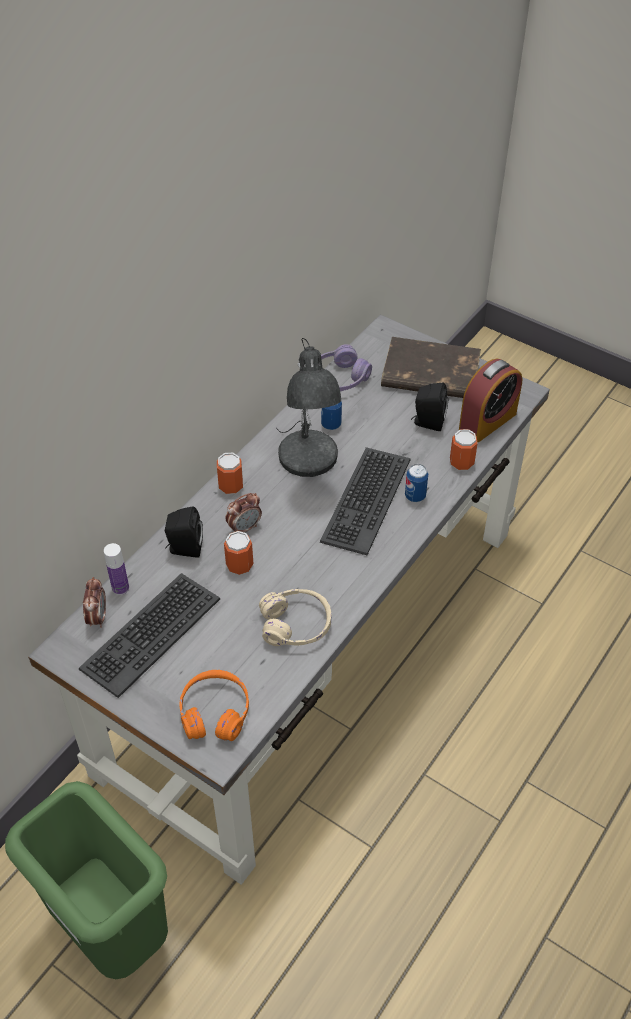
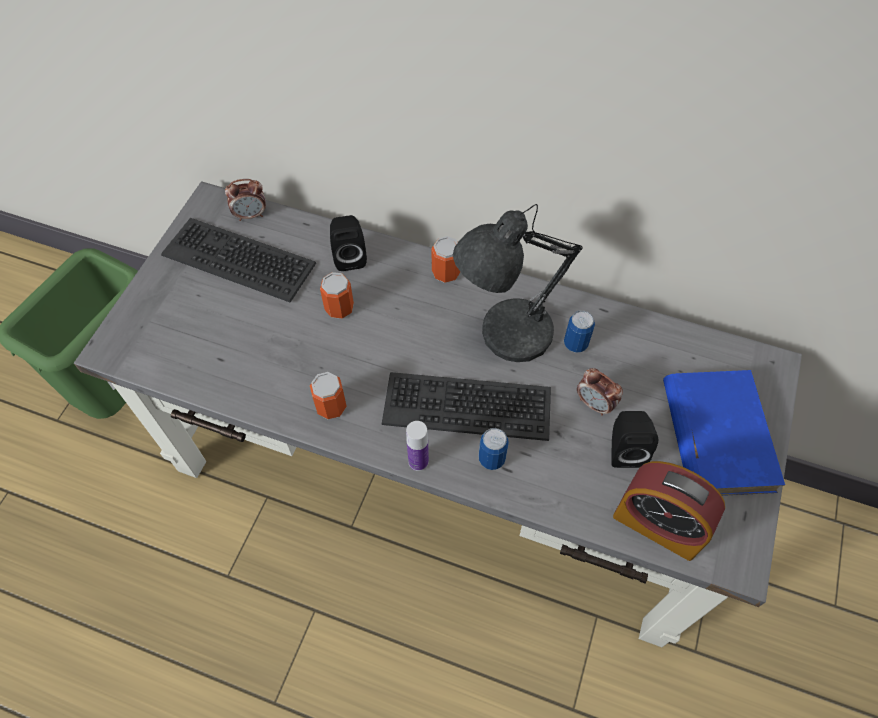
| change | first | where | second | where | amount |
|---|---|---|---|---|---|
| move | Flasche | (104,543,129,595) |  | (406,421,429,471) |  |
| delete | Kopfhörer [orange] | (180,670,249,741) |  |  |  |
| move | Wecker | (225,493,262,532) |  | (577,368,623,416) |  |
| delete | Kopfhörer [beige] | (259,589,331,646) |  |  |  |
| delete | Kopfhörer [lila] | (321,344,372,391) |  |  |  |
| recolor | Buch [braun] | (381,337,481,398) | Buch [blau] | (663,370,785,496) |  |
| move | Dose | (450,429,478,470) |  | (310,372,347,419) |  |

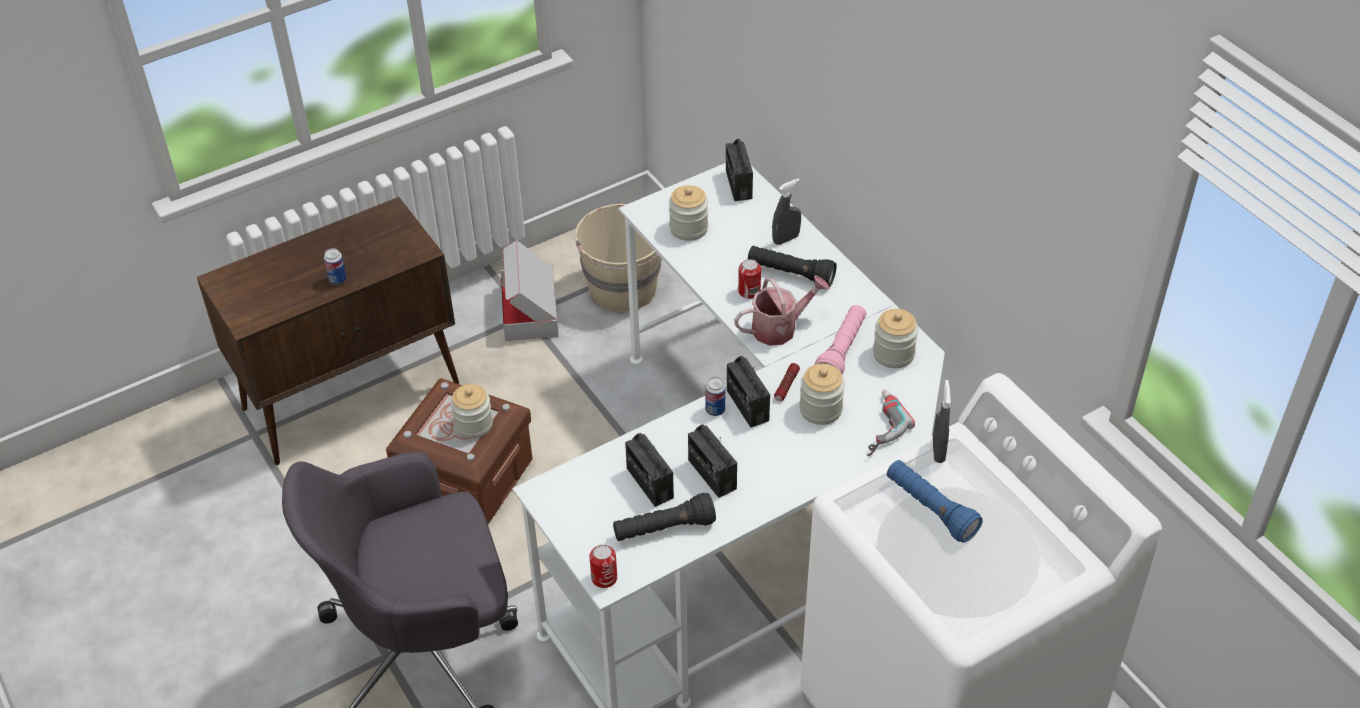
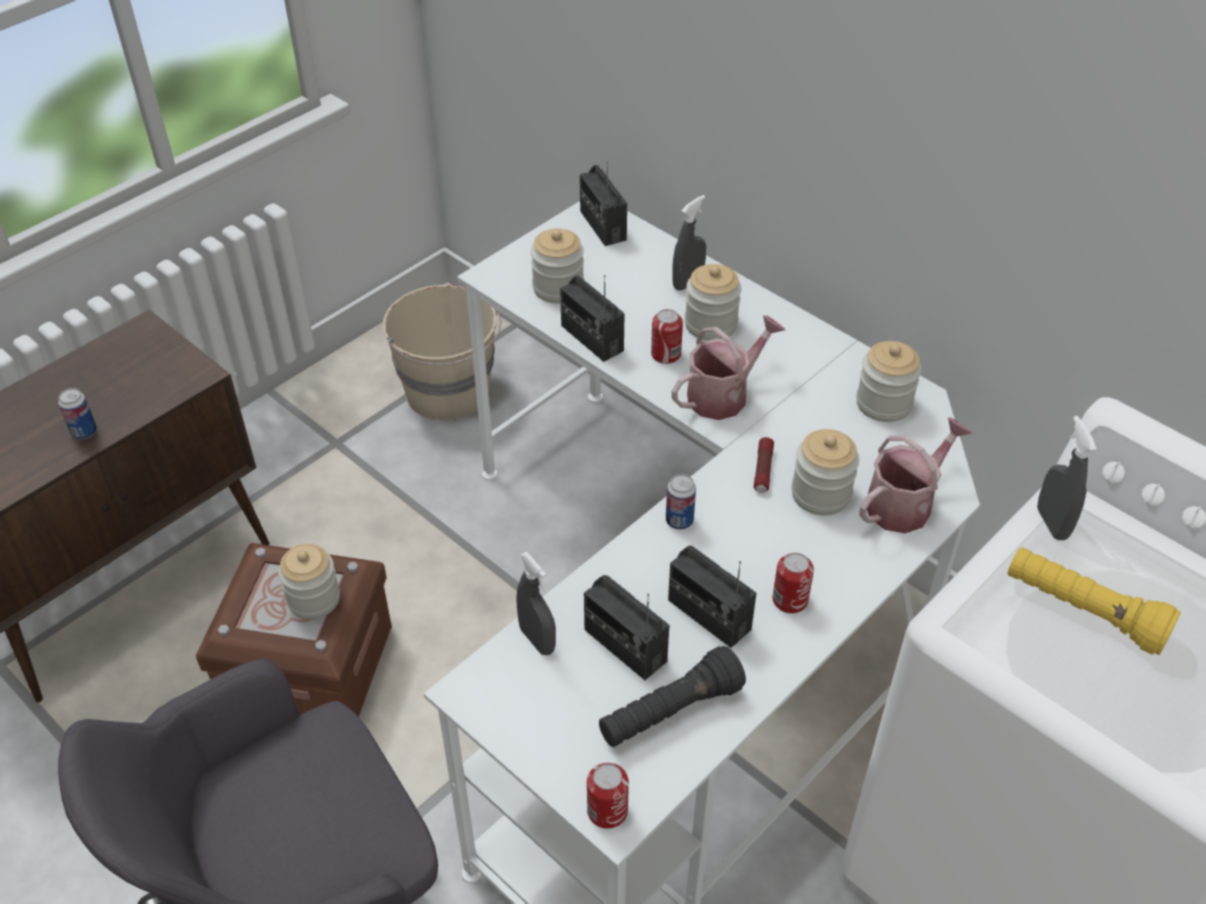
| change | first | where | second | where | amount |
|---|---|---|---|---|---|
| delete | Karton | (501,240,559,341) |  |  |  |
| move | Radio | (727,356,770,428) |  | (560,275,624,362) |  |
| replace | Taschenlampe [schwarz] | (748,246,837,287) | Vorratsglas | (685,264,741,340) |  |
| delete | Taschenlampe [rosa] | (814,305,866,374) |  |  |  |
| replace | Bohrmaschine | (867,390,915,456) | Gießkanne | (859,417,972,533) |  |
| recolor | Taschenlampe [blau] | (887,460,983,543) | Taschenlampe [gelb] | (1008,547,1181,655) |  |
| insert |  |  | Sprühflasche [grau] | (516,552,556,655) |  |
| insert |  |  | Dose | (772,553,814,614) |  |

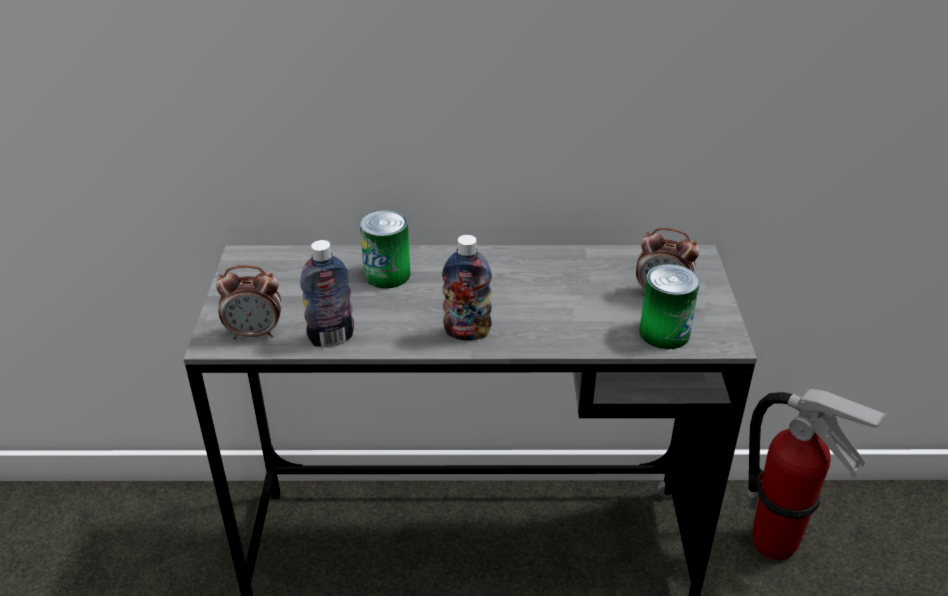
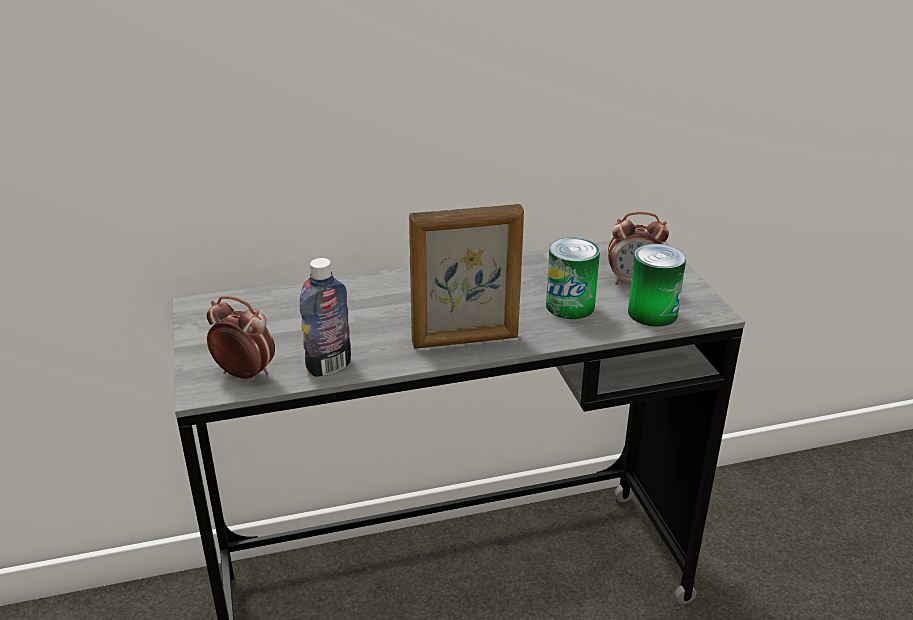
| change | first | where | second | where | amount |
|---|---|---|---|---|---|
| rotate | Wecker | (216,265,281,339) |  | (207,296,275,383) | 135 degrees counterclockwise |
| move | Dose | (360,210,410,289) |  | (546,237,600,319) |  |
| replace | Flasche | (442,235,492,341) | Bilderrahmen | (409,204,524,348) |  |
| delete | Feuerlöscher | (748,389,887,560) |  |  |  |

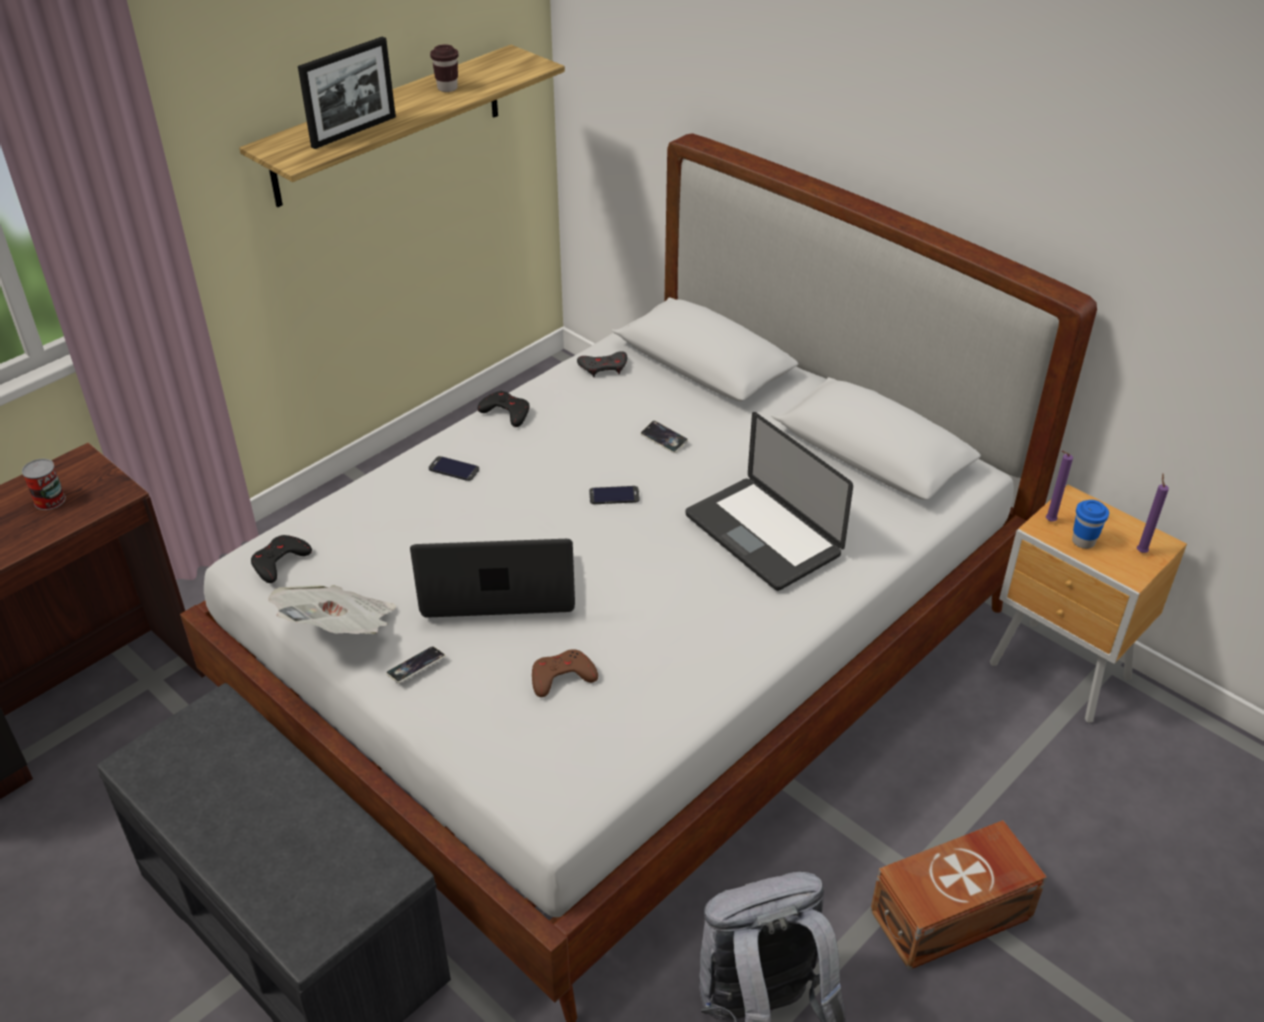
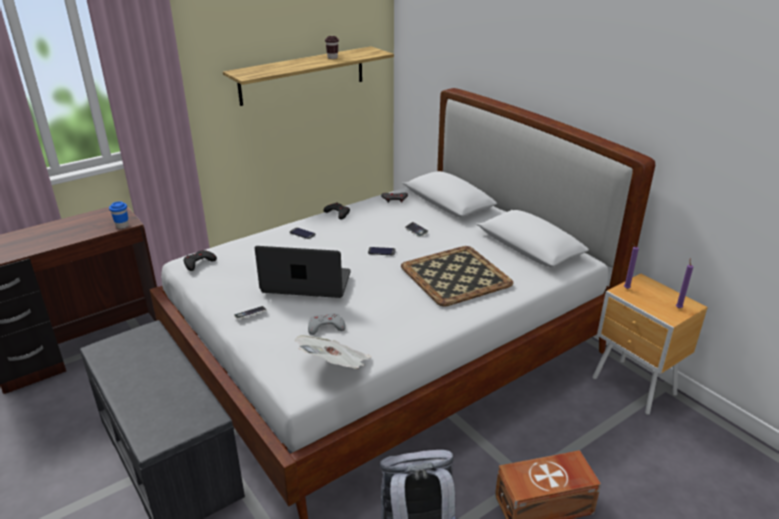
| change | first | where | second | where | amount |
|---|---|---|---|---|---|
| delete | Dose | (22,459,66,510) |  |  |  |
| move | Zeitung | (268,585,396,634) |  | (295,335,371,369) |  |
| delete | Bilderrahmen | (298,36,396,149) |  |  |  |
| recolor | Gamepad [braun] | (532,649,598,697) | Gamepad [grau] | (308,313,346,335) |  |
| replace | Laptop | (685,412,853,591) | Tablett | (401,246,513,307) |  |
| move | Tasse [blau] | (1072,500,1109,549) |  | (109,201,129,229) |  |

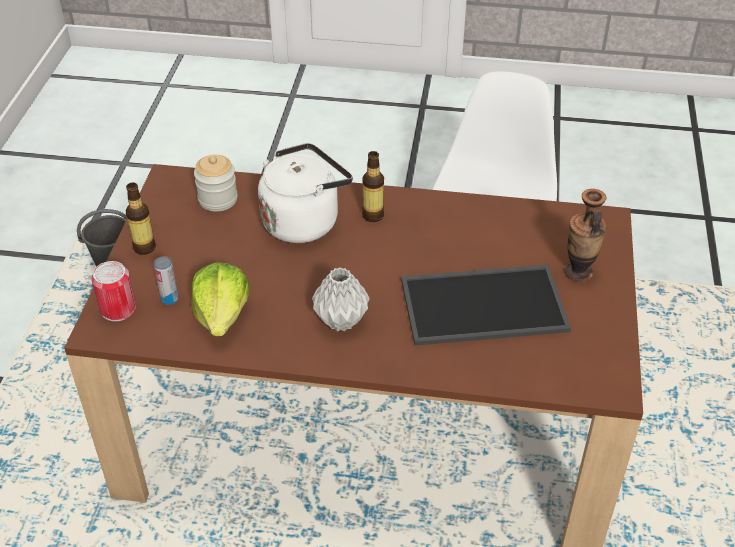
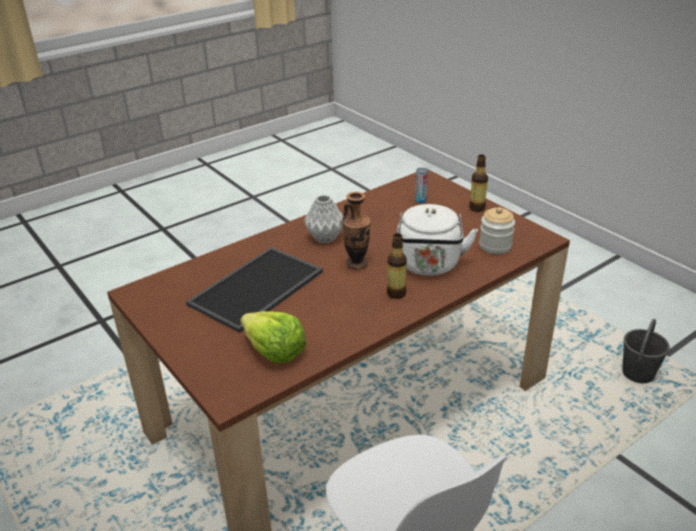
| change | first | where | second | where | amount |
|---|---|---|---|---|---|
| delete | Dose | (91,261,136,321) |  |  |  |
| move | Salatkopf | (191,262,249,336) |  | (241,311,307,364) |  |
| move | Vase | (565,189,607,282) |  | (342,192,371,270) |  |

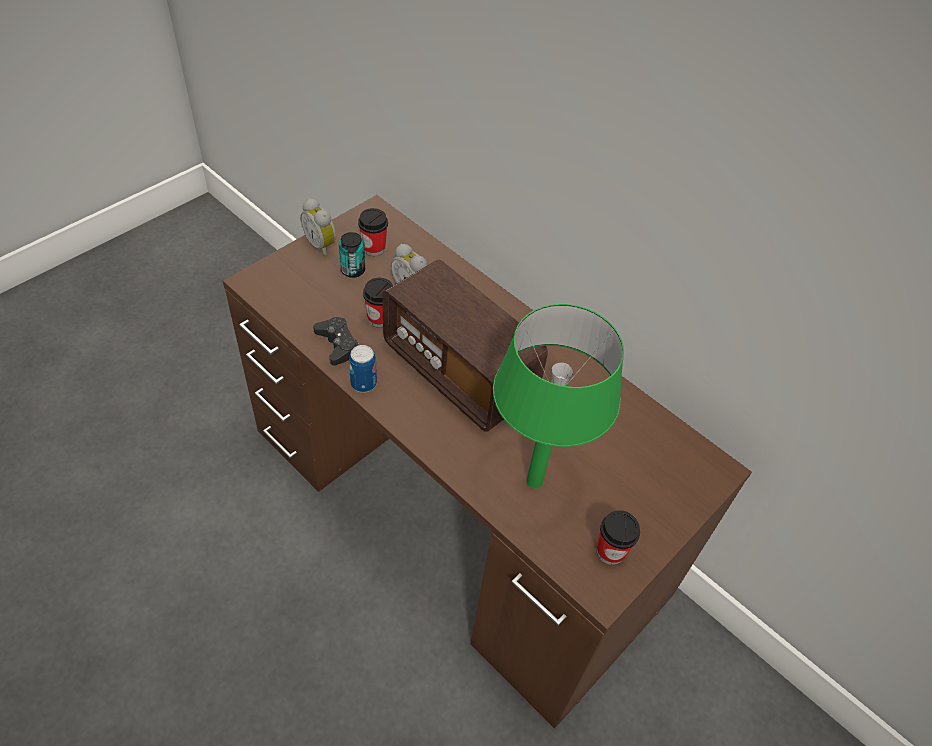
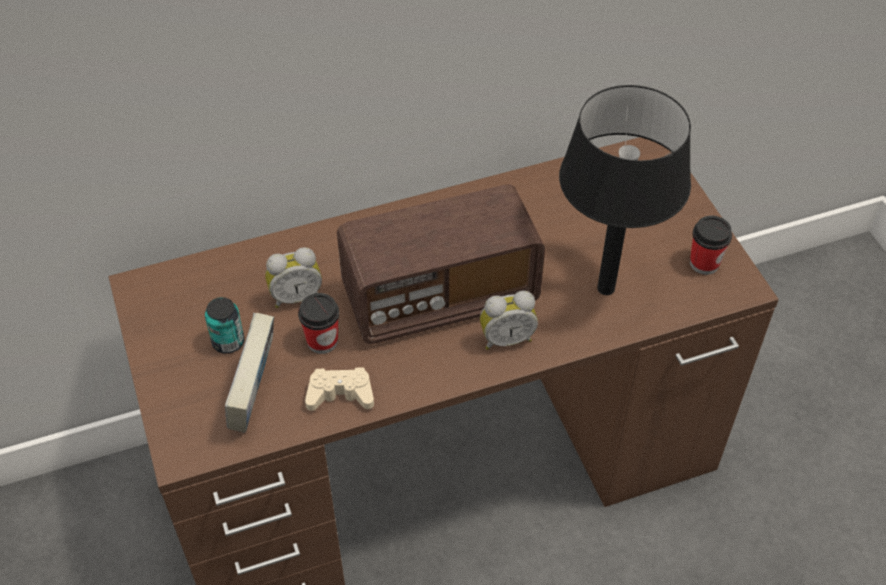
| change | first | where | second | where | amount |
|---|---|---|---|---|---|
| move | Wecker | (300,198,336,257) |  | (480,291,538,350) |  |
| recolor | Gamepad [schwarz] | (313,317,359,366) | Gamepad [beige] | (305,367,374,411) |  |
| delete | Dose | (349,345,377,393) |  |  |  |
| delete | Tasse | (358,208,388,256) |  |  |  |
| recolor | Tischlampe [grün] | (493,304,624,489) | Tischlampe [schwarz] | (559,85,691,295) |  |
| insert |  |  | Buch | (225,313,274,433) |  |

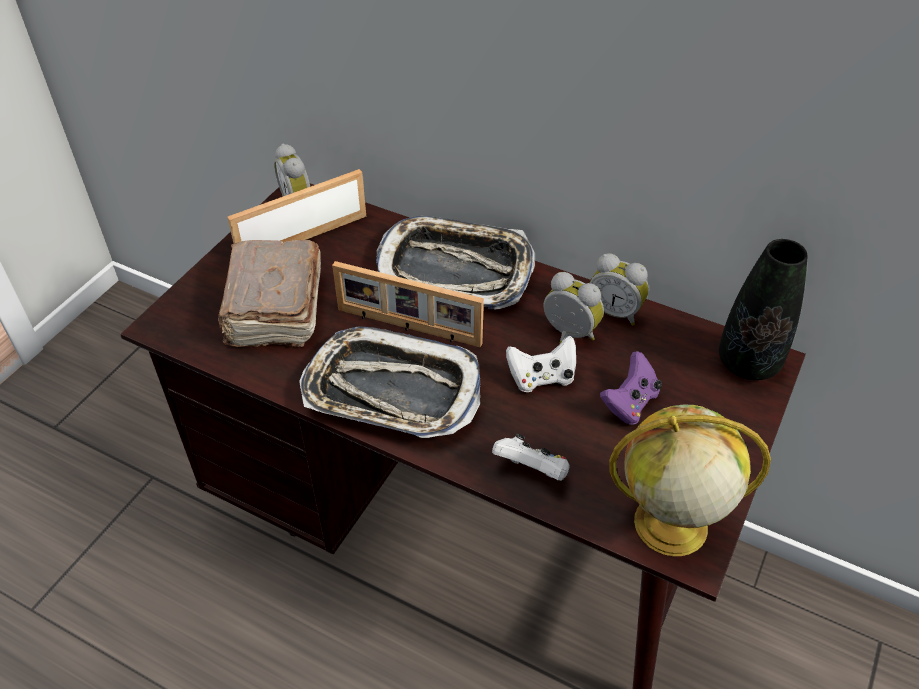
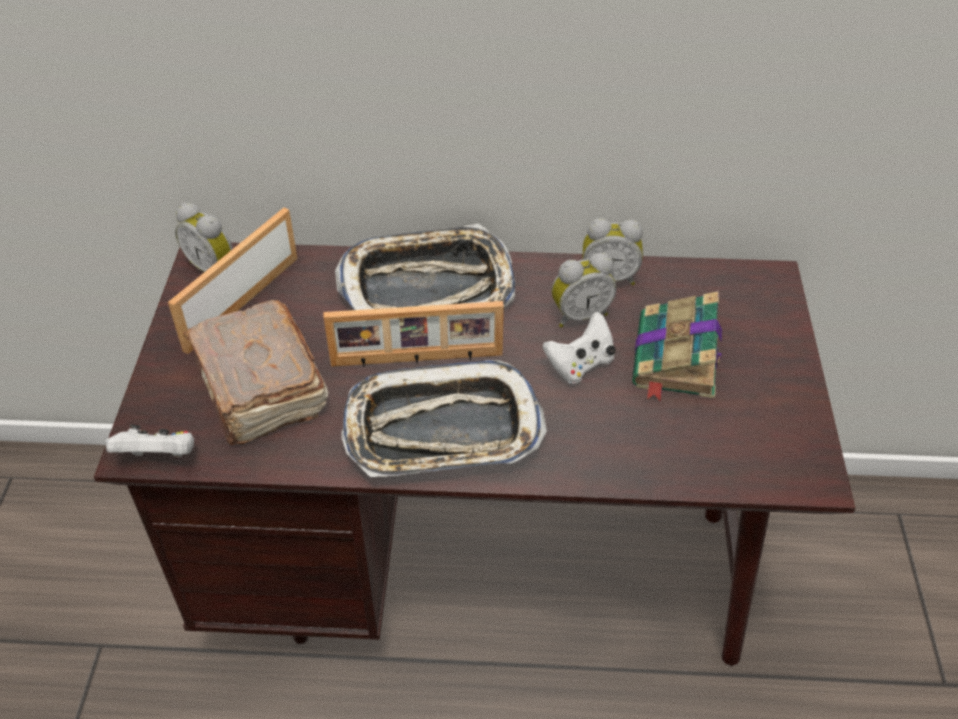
| change | first | where | second | where | amount |
|---|---|---|---|---|---|
| move | Gamepad [weiß] | (492,433,570,481) |  | (106,424,194,457) |  |
| rotate | Wecker | (544,272,604,344) |  | (552,252,617,328) | 150 degrees clockwise |
| replace | Gamepad [lila] | (600,351,662,425) | Buch | (632,291,722,401) |  |
| delete | Globus | (609,405,771,556) |  |  |  |
| delete | Vase [schwarz] | (719,239,808,380) |  |  |  |

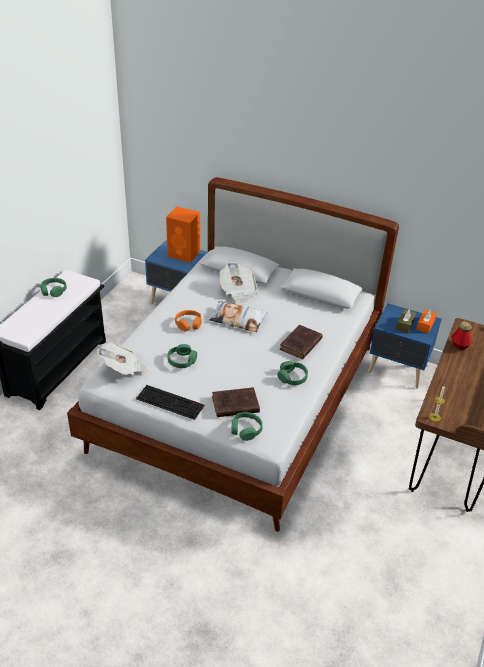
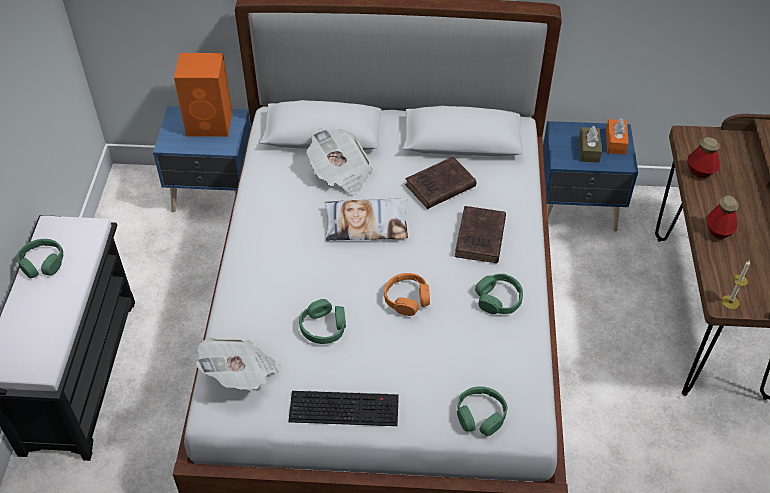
| change | first | where | second | where | amount |
|---|---|---|---|---|---|
| move | Kopfhörer [orange] | (175,310,202,331) |  | (384,273,430,316) |  |
| move | Buch [braun] | (212,387,260,417) |  | (405,157,476,209) |  |
| insert |  |  | Flasche | (707,195,739,239) |  |

